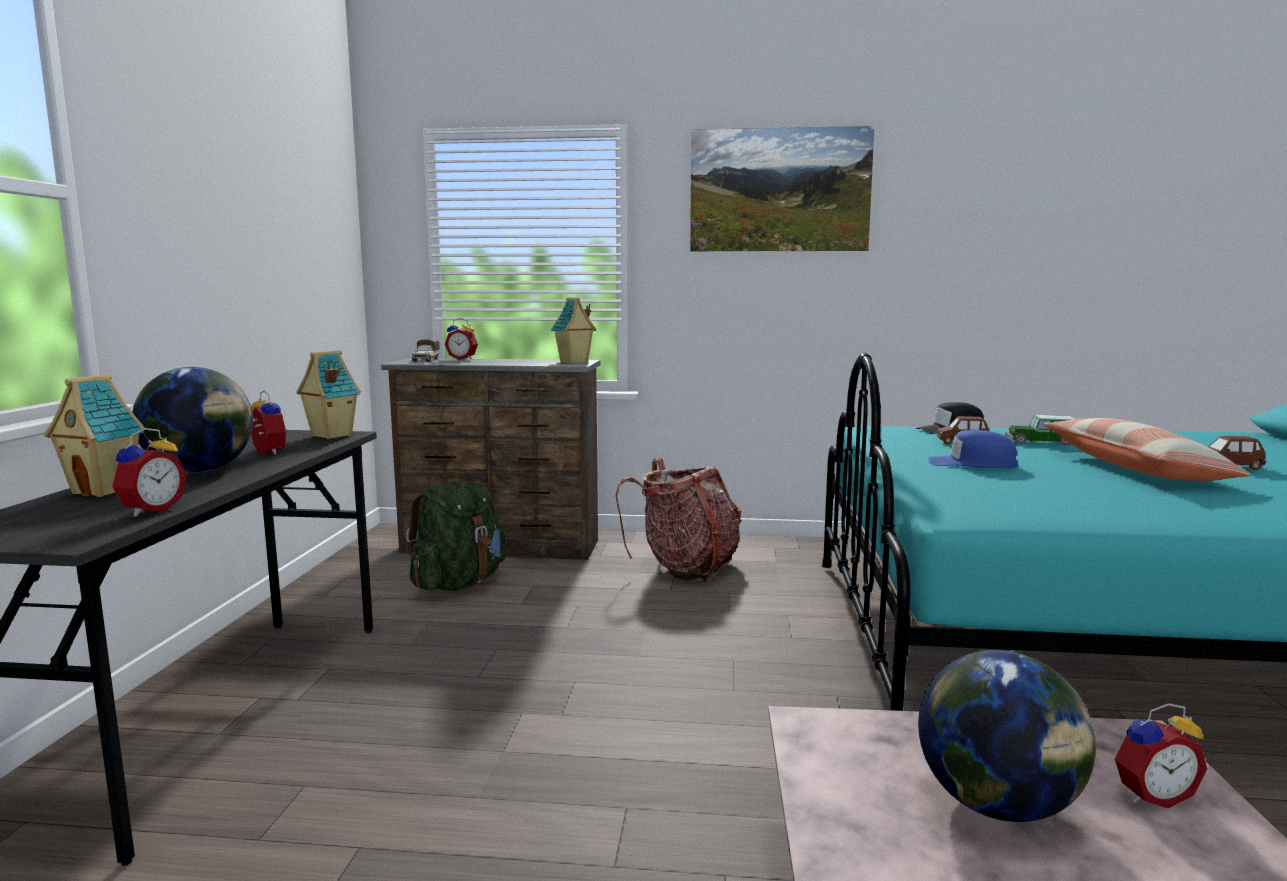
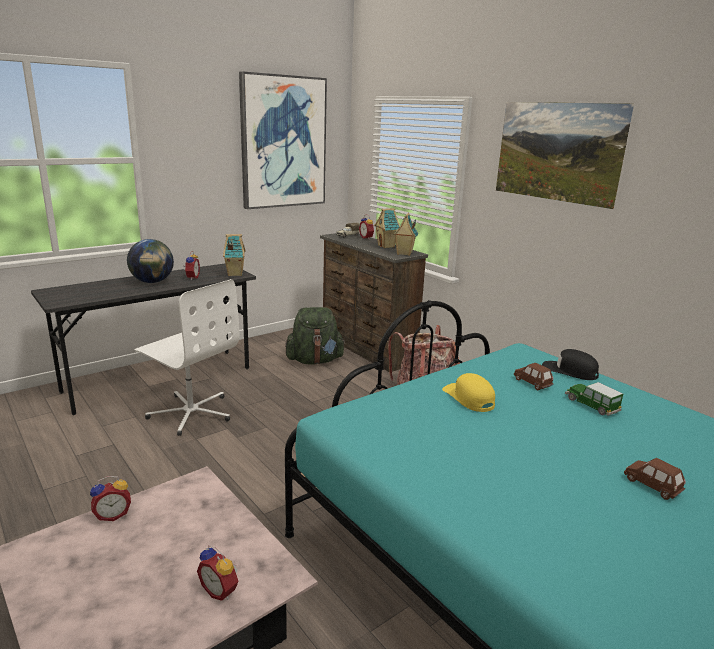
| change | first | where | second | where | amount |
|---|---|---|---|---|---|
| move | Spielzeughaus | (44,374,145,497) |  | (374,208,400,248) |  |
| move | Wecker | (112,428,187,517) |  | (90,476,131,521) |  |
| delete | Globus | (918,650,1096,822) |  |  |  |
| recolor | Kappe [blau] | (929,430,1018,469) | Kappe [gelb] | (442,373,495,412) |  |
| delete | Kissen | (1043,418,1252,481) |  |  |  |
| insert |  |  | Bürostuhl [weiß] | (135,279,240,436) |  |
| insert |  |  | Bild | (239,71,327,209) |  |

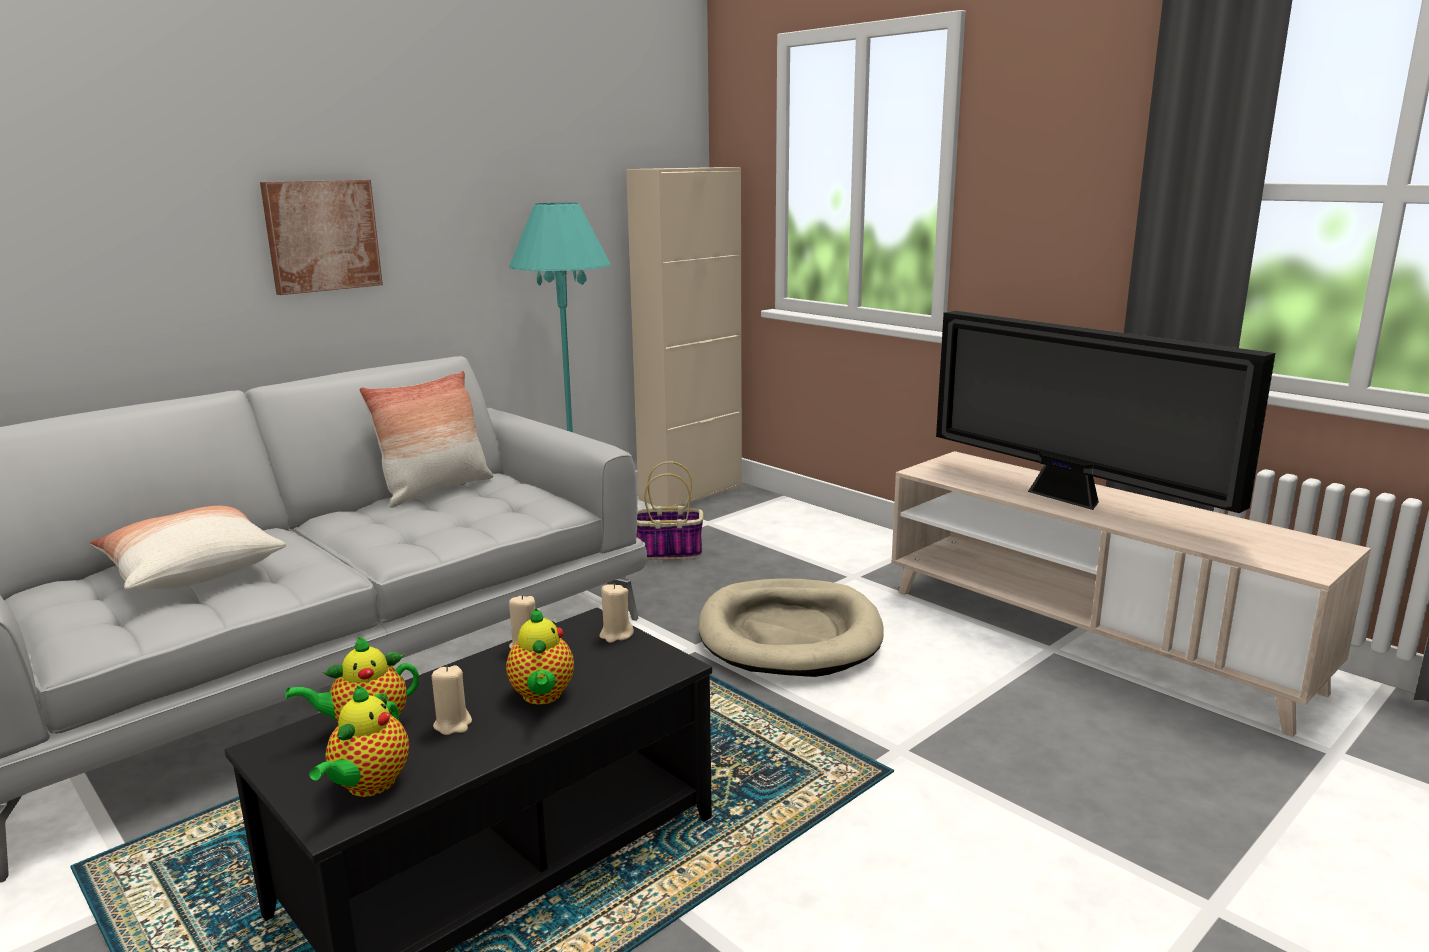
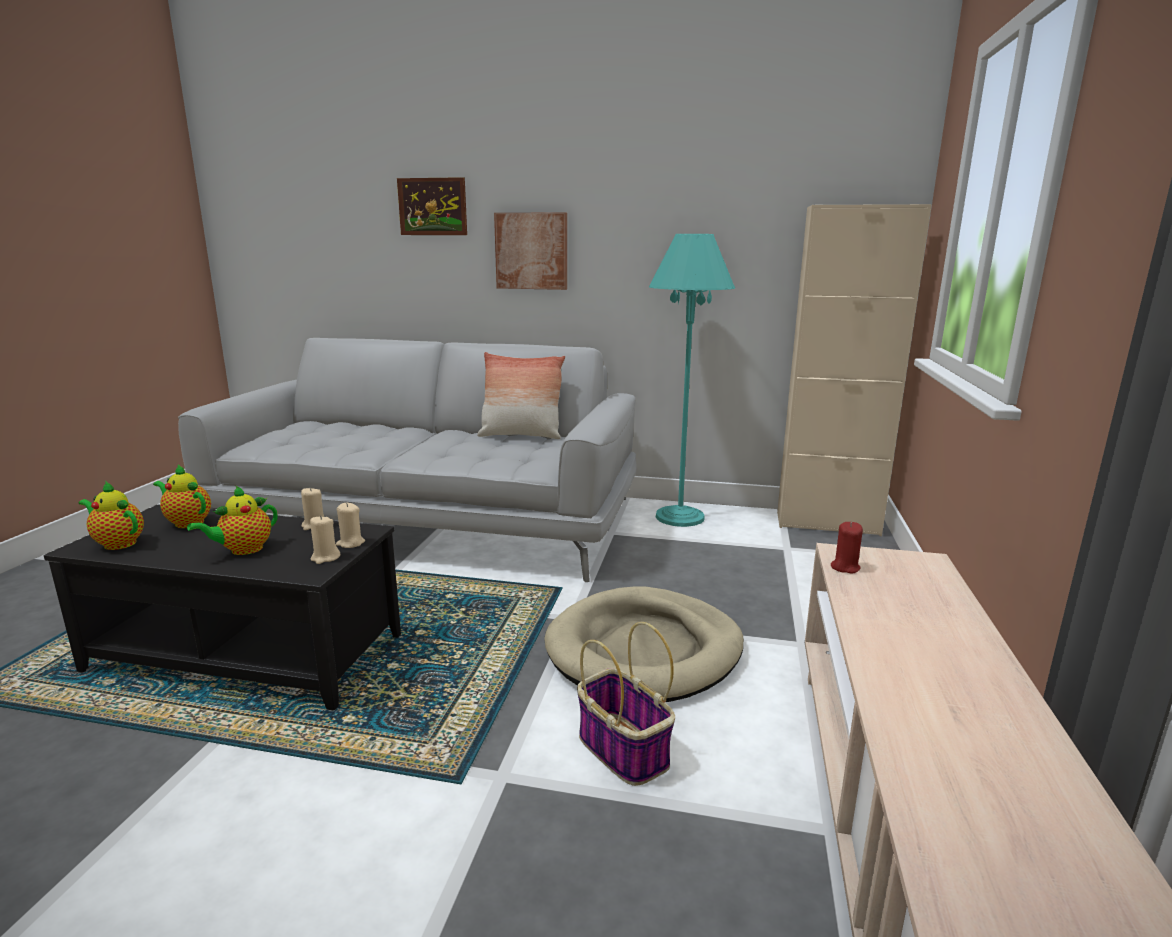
| change | first | where | second | where | amount |
|---|---|---|---|---|---|
| delete | Kissen | (90,506,286,590) |  |  |  |
| rotate | Teekanne | (309,685,409,797) |  | (78,481,144,550) | 45 degrees clockwise |
| move | Kerze [beige] | (432,665,472,735) |  | (310,515,340,564) |  |
| move | Korb | (636,461,703,560) |  | (577,622,675,786) |  |
| delete | Fernseher | (936,311,1275,513) |  |  |  |
| insert |  |  | Bild | (397,177,467,235) |  |
| insert |  |  | Kerze [rot] | (831,522,863,573) |  |

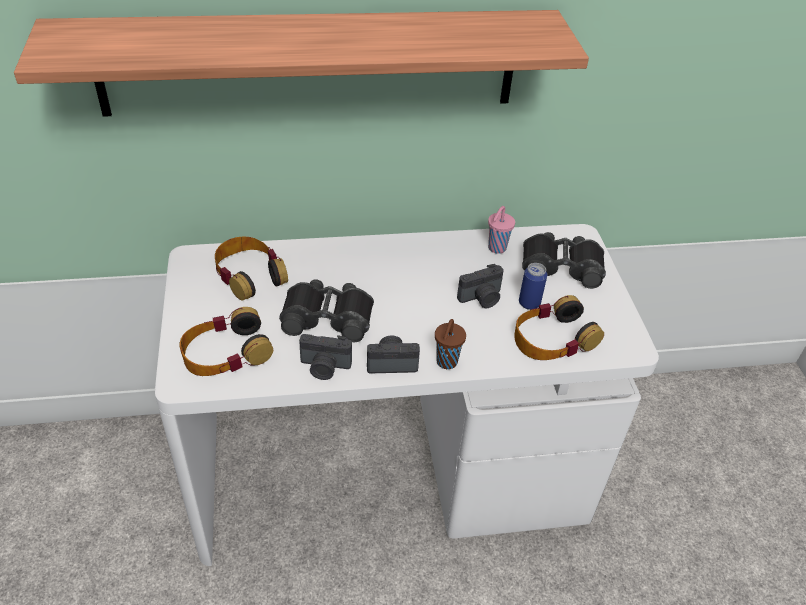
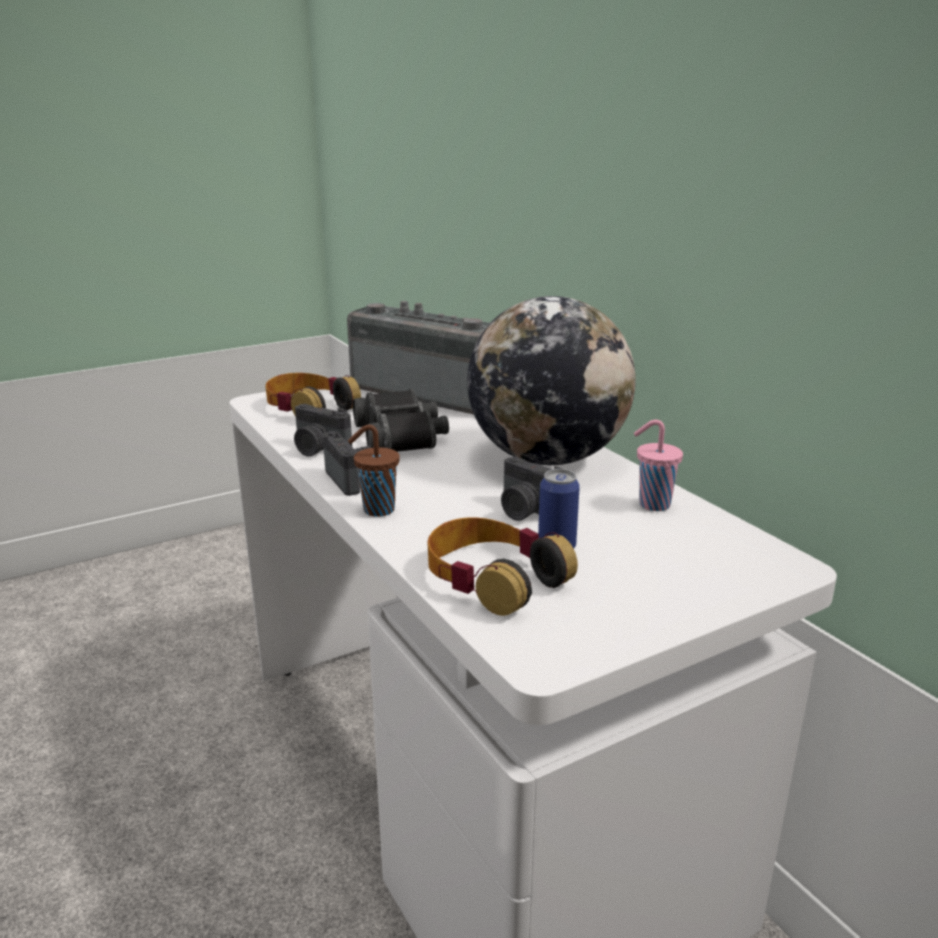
| change | first | where | second | where | amount |
|---|---|---|---|---|---|
| delete | Wandregal | (14,10,589,117) |  |  |  |
| replace | Kopfhörer | (215,237,288,301) | Radio | (347,301,490,415) |  |
| rotate | Kamera | (299,334,352,380) |  | (294,404,352,457) | 45 degrees counterclockwise |
| delete | Fernglas [schwarz] | (522,232,606,289) |  |  |  |
| insert |  |  | Globus | (467,296,636,465) |  |

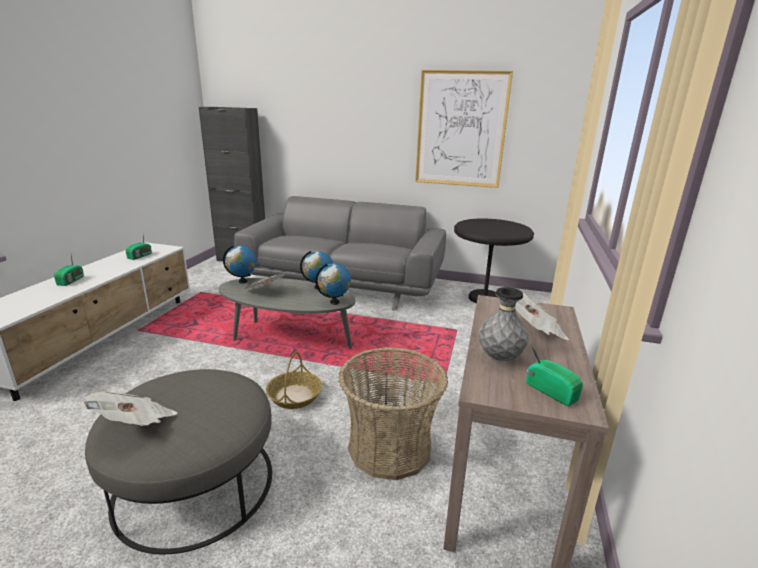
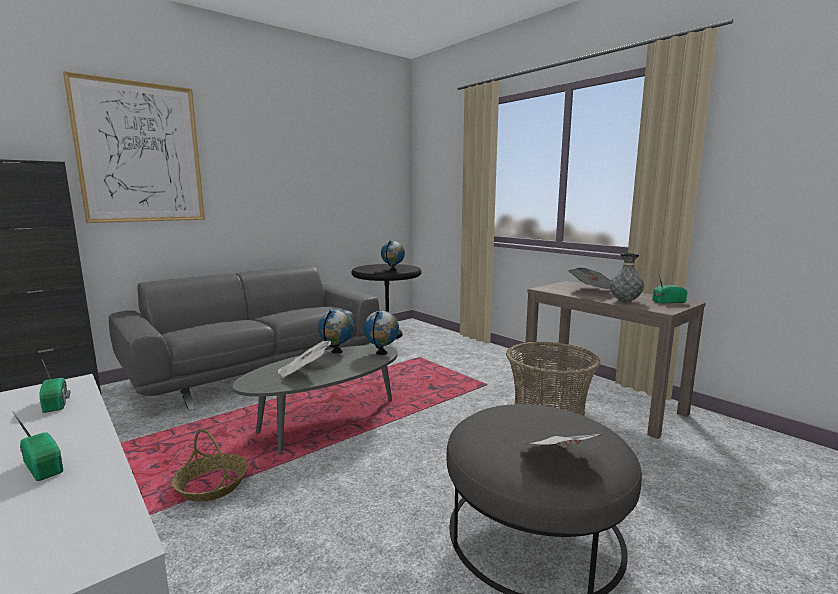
| change | first | where | second | where | amount |
|---|---|---|---|---|---|
| move | Globus | (223,246,257,284) |  | (381,240,405,271) |  |
| move | Korb | (266,352,322,409) |  | (172,429,248,502) |  |
| move | Bild | (415,70,513,188) |  | (63,71,205,223) |  |

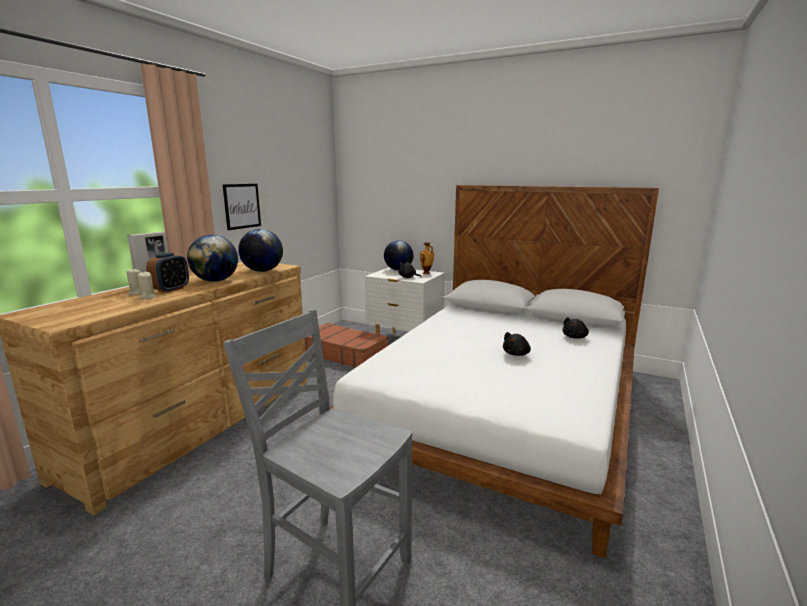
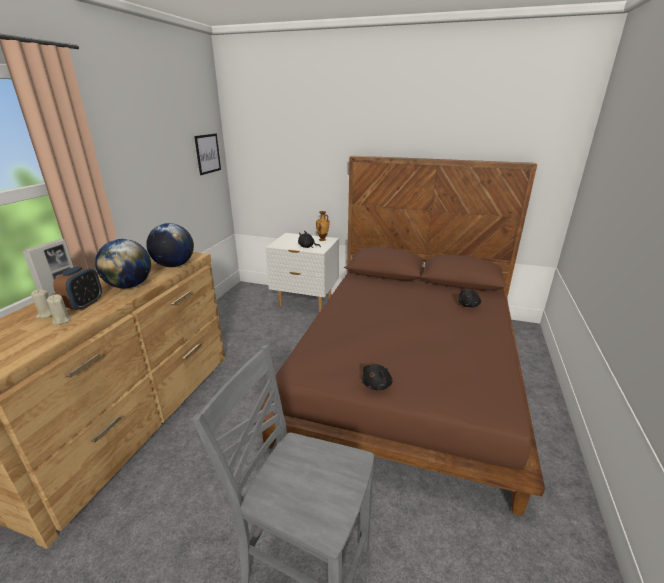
| change | first | where | second | where | amount |
|---|---|---|---|---|---|
| move | Bild | (222,184,261,230) |  | (194,133,221,175) |  |
| delete | Koffer [braun] | (304,323,388,368) |  |  |  |
| recolor | Bett [weiß] | (313,185,659,558) | Bett [braun] | (254,156,545,516) |  |
| delete | Globus | (384,240,414,270) |  |  |  |
| move | Plüschtier [schwarz] | (503,332,531,356) |  | (362,364,393,390) |  |

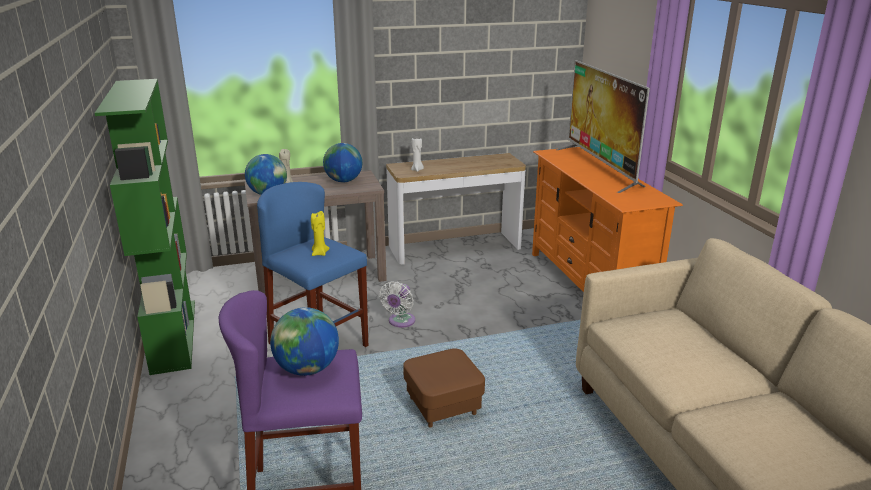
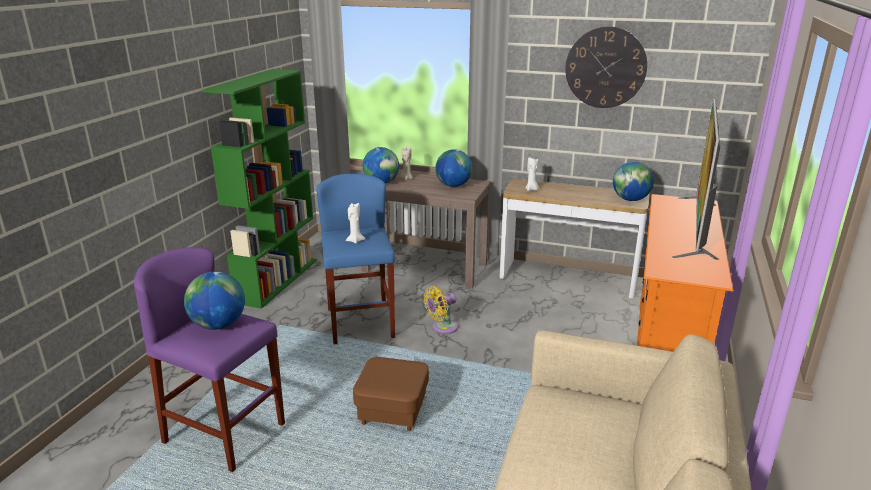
| change | first | where | second | where | amount |
|---|---|---|---|---|---|
| recolor | Kerze [gelb] | (311,211,329,256) | Kerze [weiß] | (346,203,365,244) |  |
| recolor | Ventilator [weiß] | (379,281,415,328) | Ventilator [gelb] | (424,286,458,334) |  |
| insert |  |  | Wanduhr | (565,26,647,108) |  |
| insert |  |  | Globus | (613,161,654,201) |  |

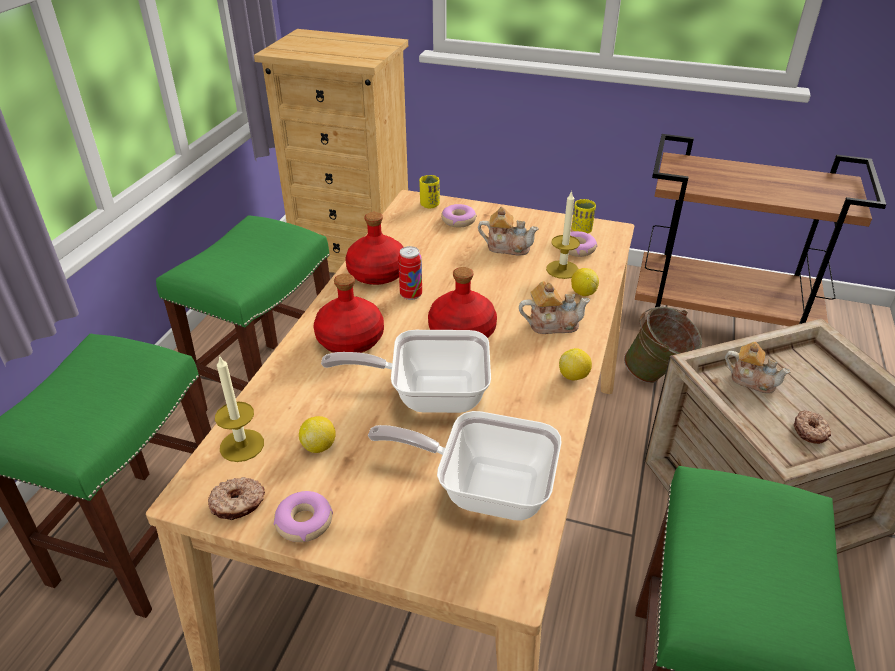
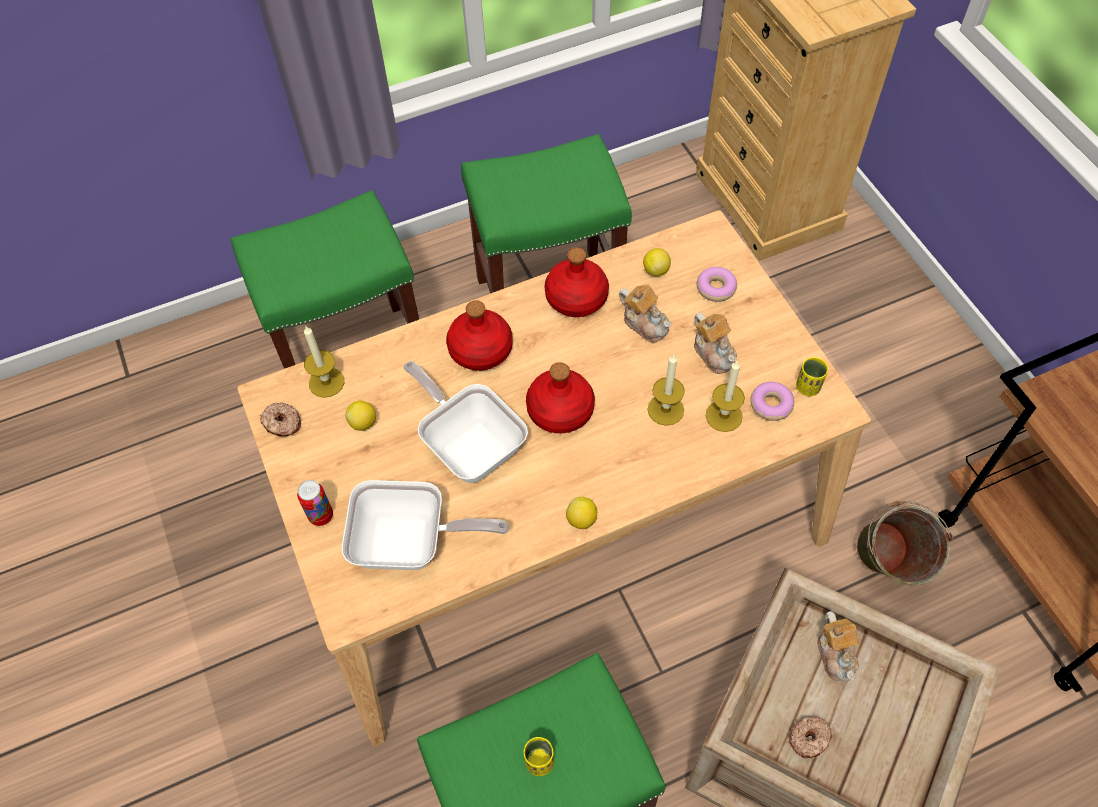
| change | first | where | second | where | amount |
|---|---|---|---|---|---|
| delete | Donut | (274,491,333,542) |  |  |  |
| rotate | Pfanne | (368,411,562,521) |  | (342,480,509,570) | 120 degrees clockwise |
| move | Dose | (398,246,422,300) |  | (297,480,333,526) |  |
| move | Tasse [gelb] | (419,175,440,209) |  | (524,737,554,776) |  |
| move | Teekanne | (519,281,590,334) |  | (619,284,672,342) |  |
| move | Zitrone | (571,268,599,296) |  | (643,248,671,276) |  |
| insert |  |  | Kerze | (647,354,685,426) |  |

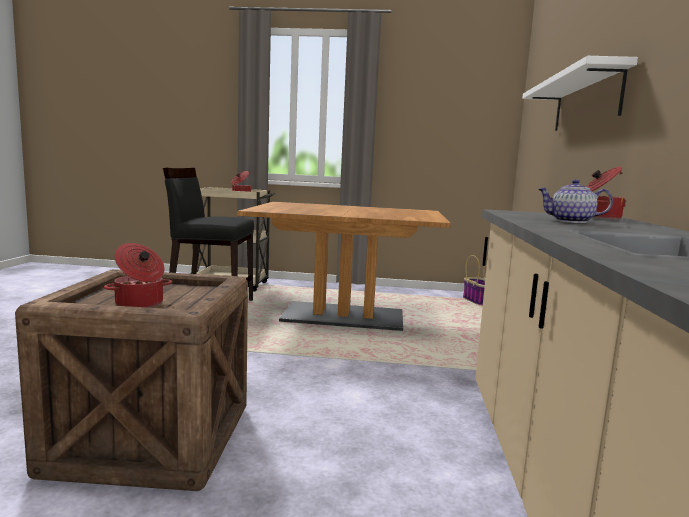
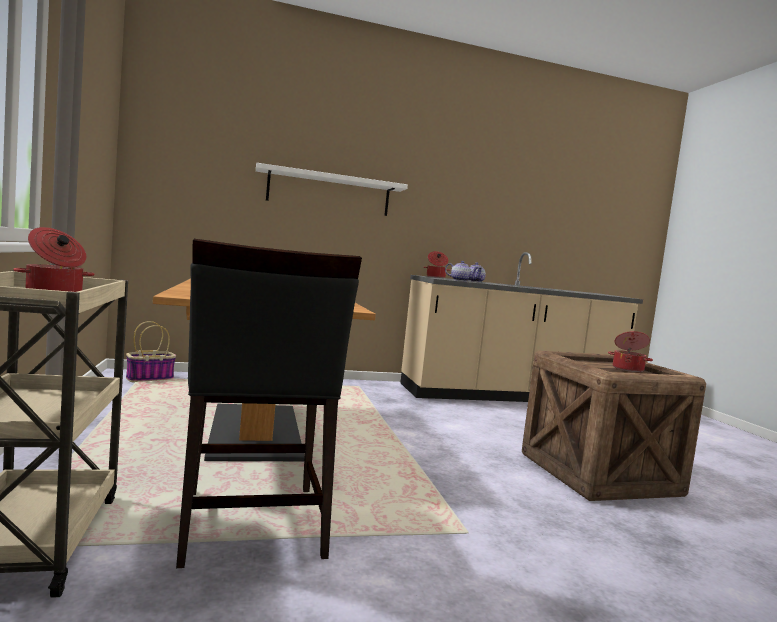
| change | first | where | second | where | amount |
|---|---|---|---|---|---|
| insert |  |  | Teekanne | (445,261,478,281) |  |

